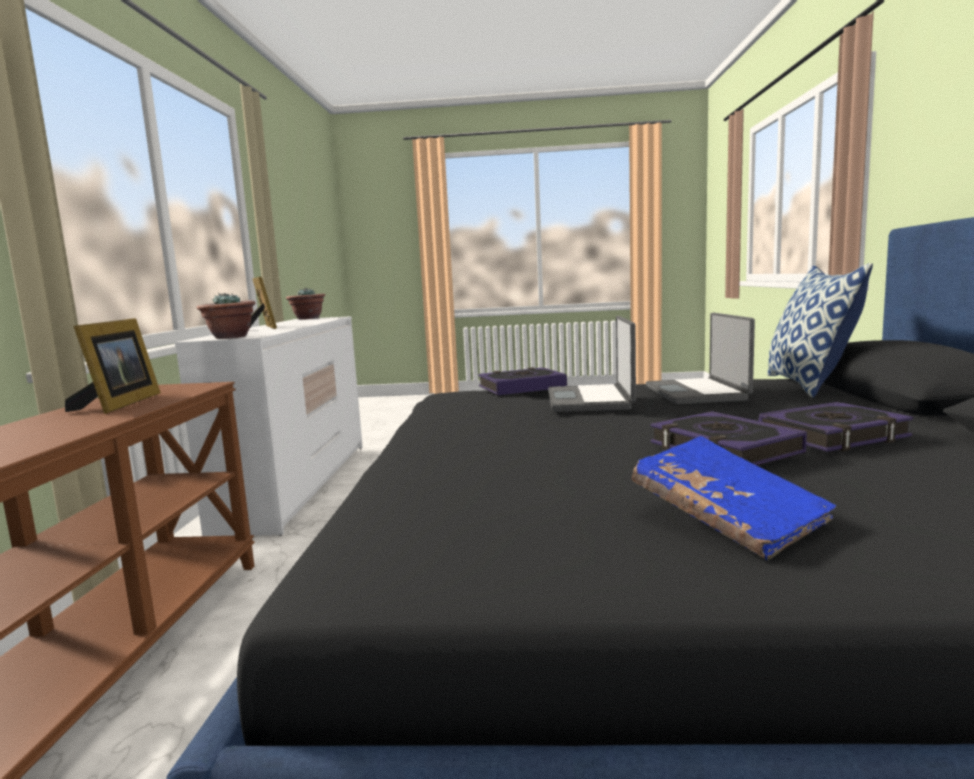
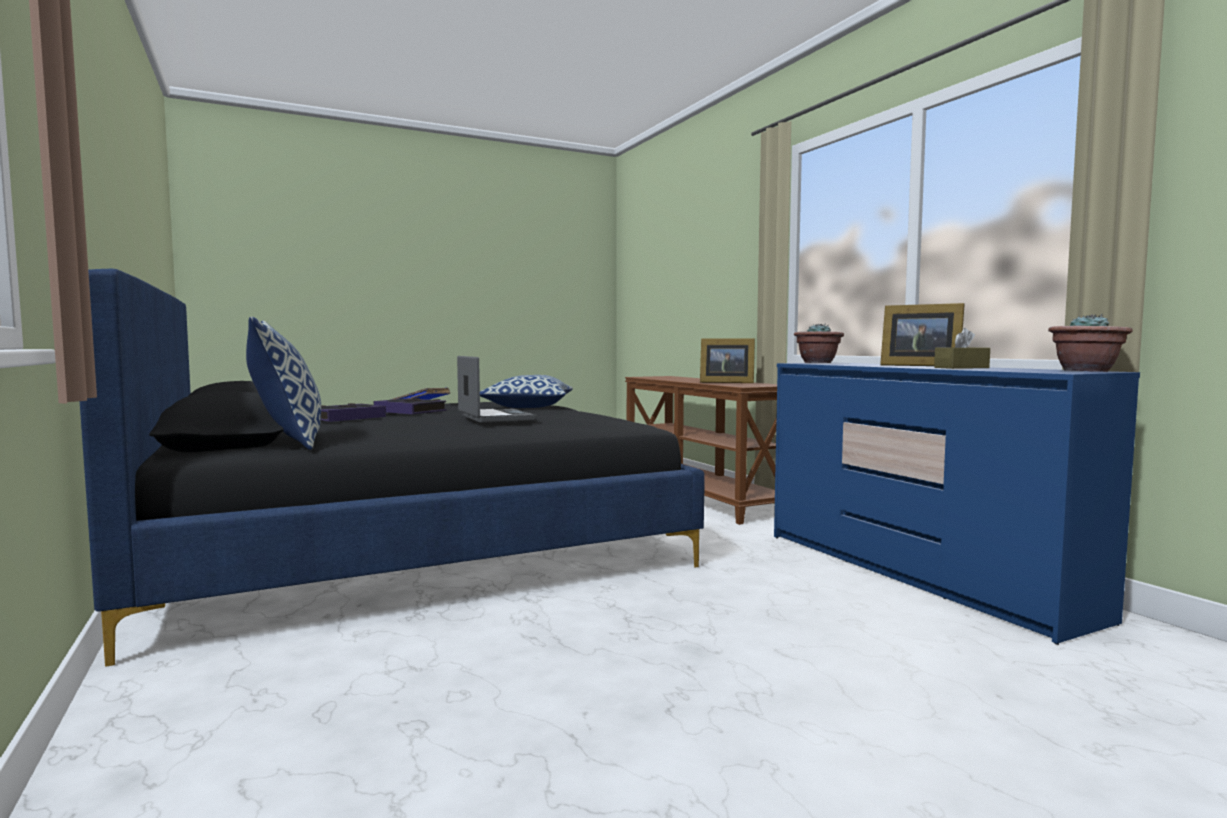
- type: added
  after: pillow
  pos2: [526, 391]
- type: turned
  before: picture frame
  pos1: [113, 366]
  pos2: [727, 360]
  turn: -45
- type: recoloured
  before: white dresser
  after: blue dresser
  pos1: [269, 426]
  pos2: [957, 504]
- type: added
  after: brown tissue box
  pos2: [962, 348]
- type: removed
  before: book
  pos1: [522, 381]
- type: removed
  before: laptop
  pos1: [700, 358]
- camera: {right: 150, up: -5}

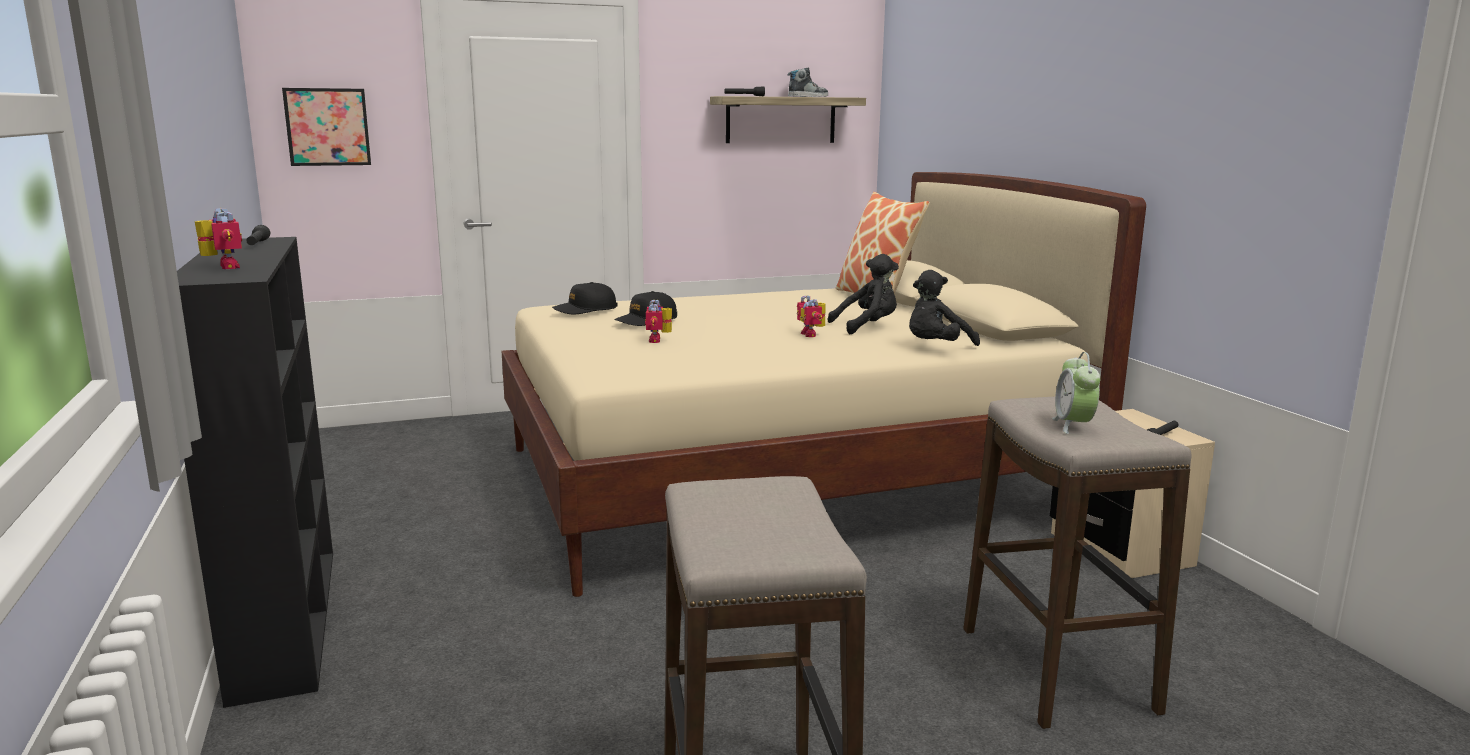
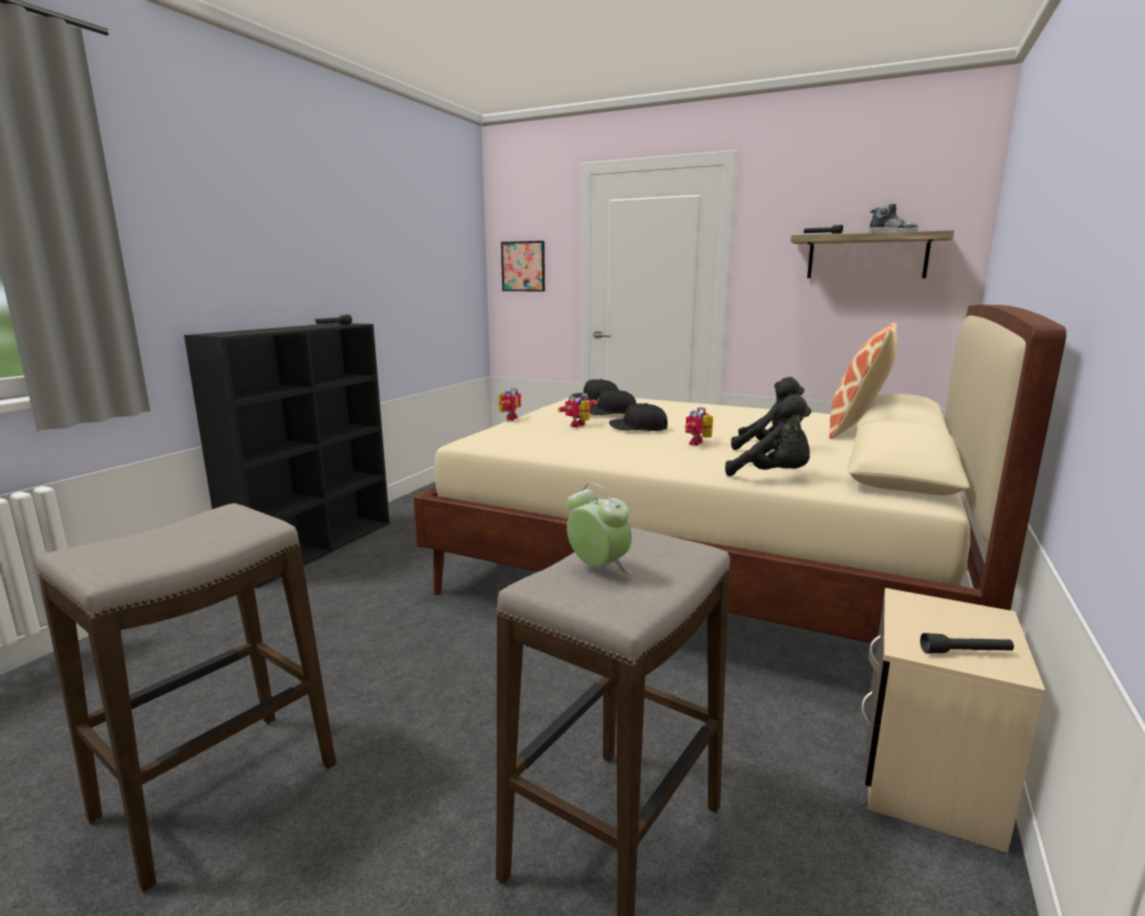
- type: moved
  before: toy robot
  pos1: [218, 238]
  pos2: [509, 404]
- type: turned
  before: alarm clock
  pos1: [1076, 393]
  pos2: [599, 528]
  turn: 90
- type: added
  after: black cap
  pos2: [638, 417]
- type: turned
  before: black plush toy
  pos1: [944, 308]
  pos2: [768, 435]
  turn: -150
- camera: {right: 45, up: 0}

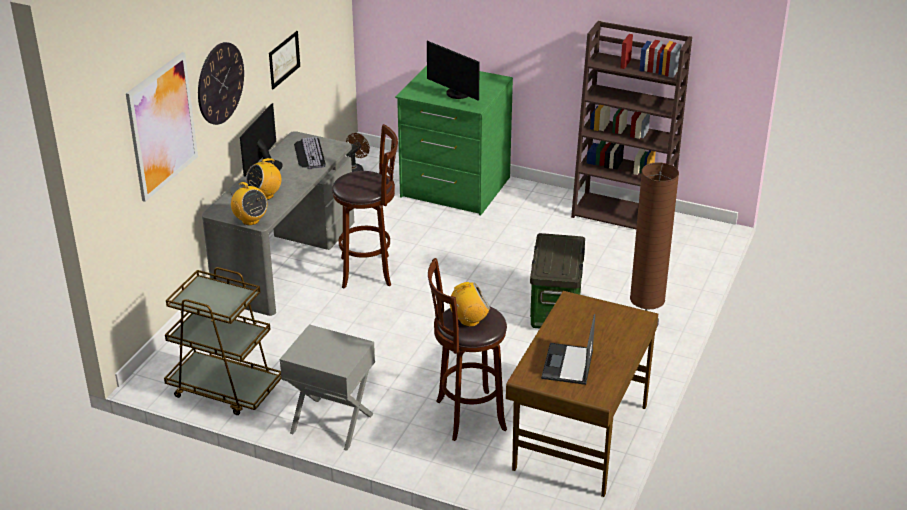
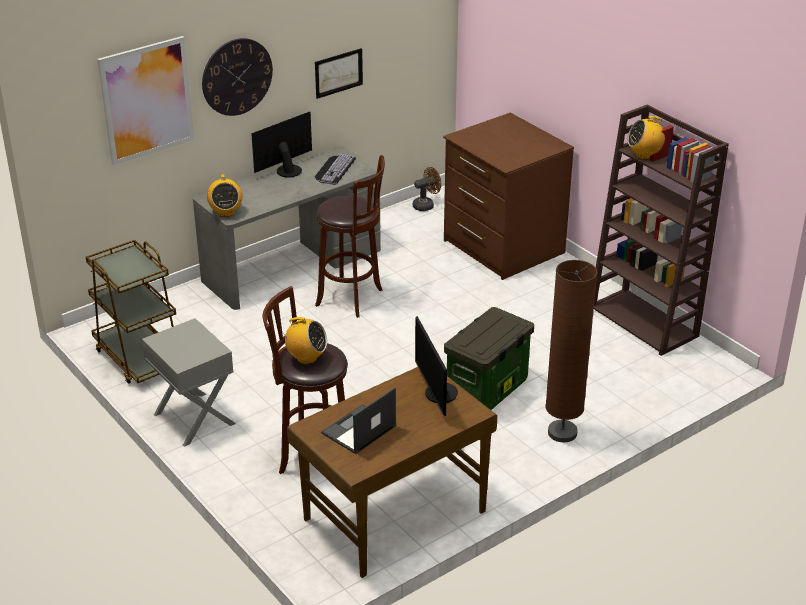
- type: moved
  before: monitor
  pos1: [453, 70]
  pos2: [436, 366]
- type: recoloured
  before: green dresser
  after: brown dresser
  pos1: [454, 140]
  pos2: [508, 196]
- type: moved
  before: radio
  pos1: [264, 178]
  pos2: [646, 138]
- camera: {right: 30, up: 0}

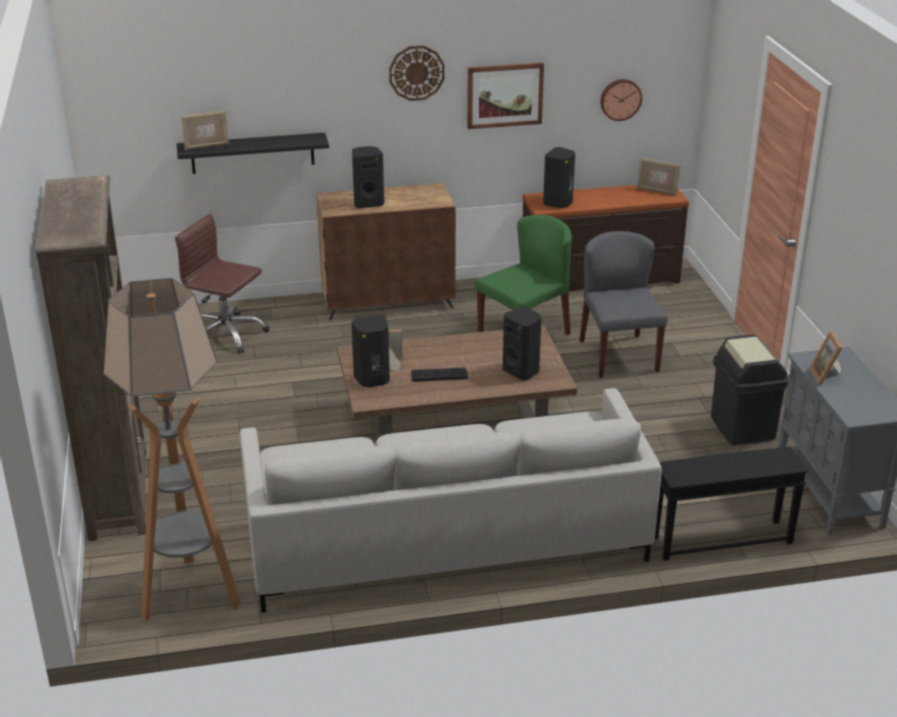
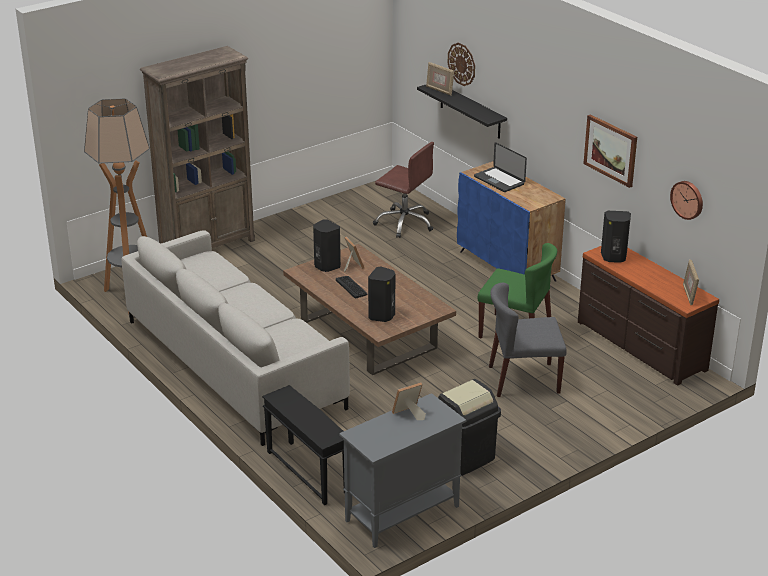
- type: turned
  before: brown office chair
  pos1: [222, 284]
  pos2: [403, 190]
  turn: 120
- type: moved
  before: wall clock
  pos1: [417, 73]
  pos2: [461, 64]
- type: recoloured
  before: brown cabinet
  after: blue cabinet
  pos1: [386, 251]
  pos2: [511, 221]
- type: replaced
  before: black speaker
  after: laptop
  pos1: [368, 177]
  pos2: [500, 167]
- type: turned
  before: grey chair
  pos1: [623, 304]
  pos2: [528, 340]
  turn: -150
- camera: {right: 65, up: 0}

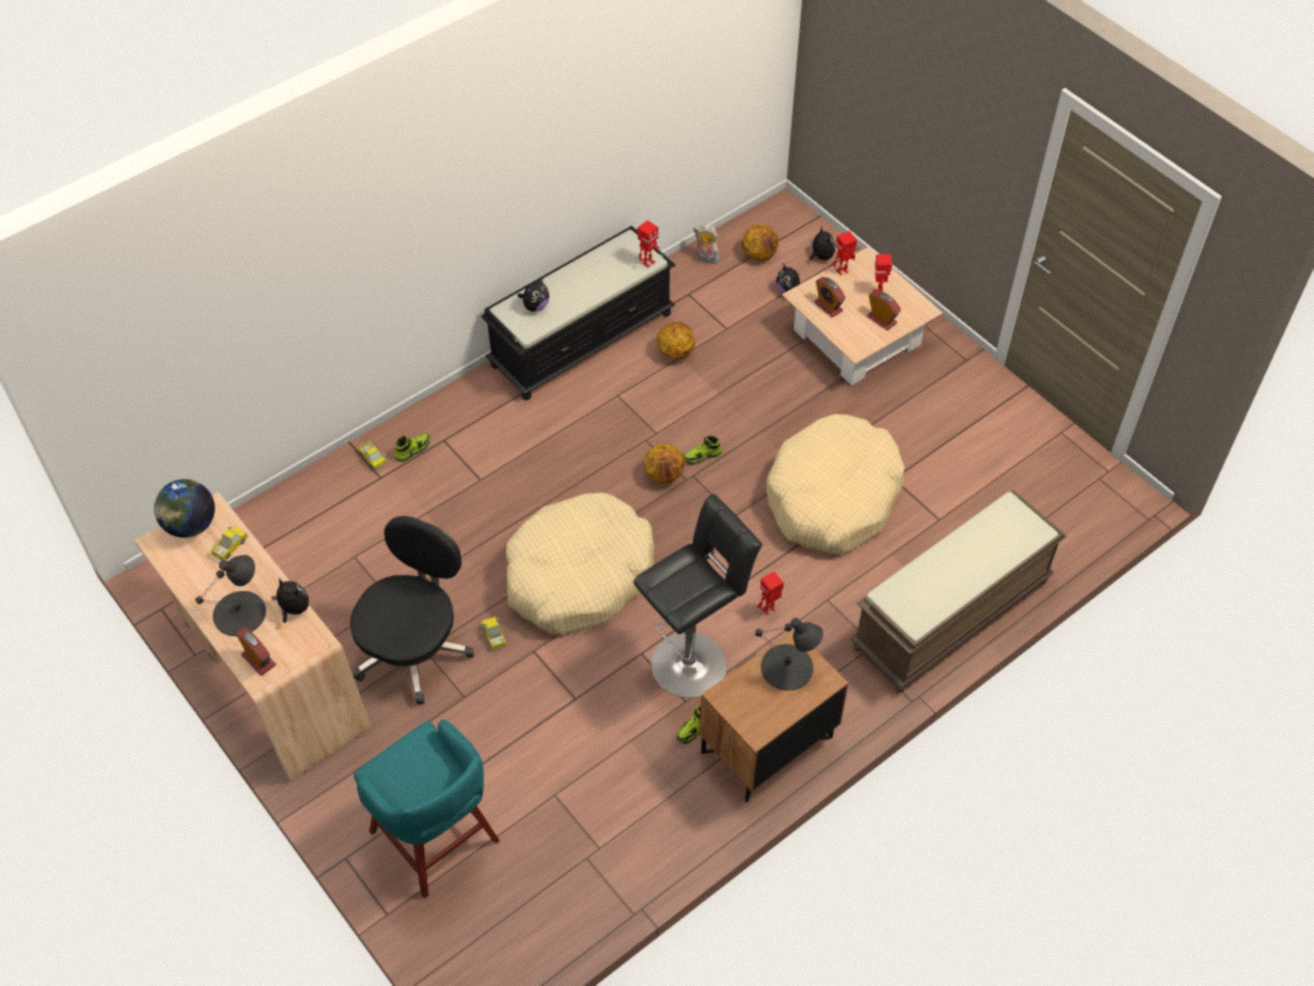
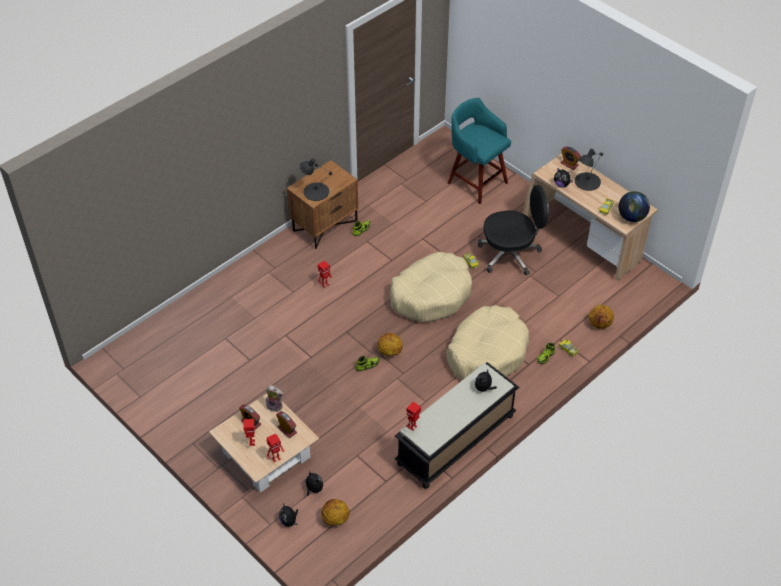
- type: moved
  before: plush toy
  pos1: [706, 244]
  pos2: [275, 398]
- type: moved
  before: beige dog bed
  pos1: [835, 484]
  pos2: [487, 342]
- type: turned
  before: black office chair
  pos1: [412, 610]
  pos2: [513, 230]
  turn: -120
- type: moved
  before: basketball
  pos1: [676, 341]
  pos2: [601, 317]
- type: removed
  before: black stool
  pos1: [698, 596]
- type: removed
  before: brown bench
  pos1: [958, 591]
- camera: {right: 175, up: -5}

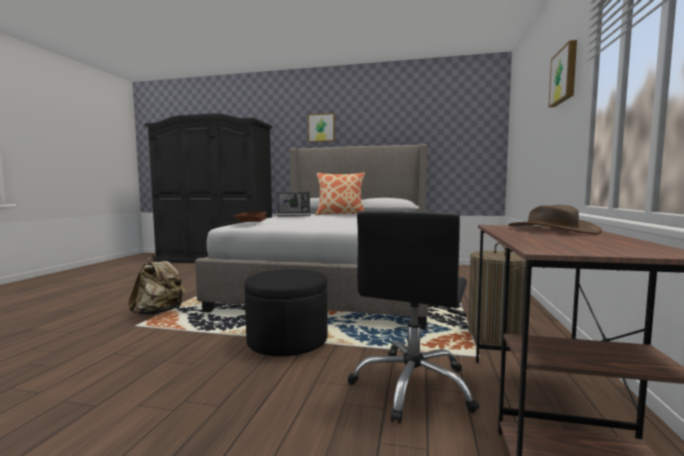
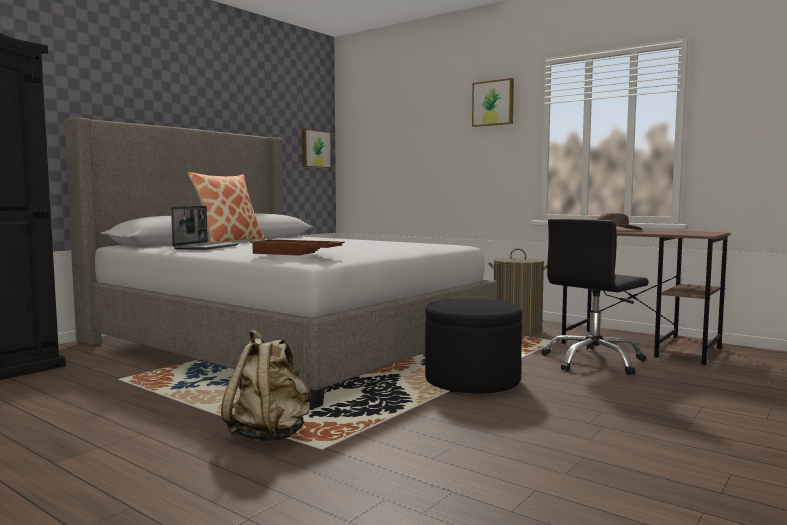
- type: moved
  before: picture
  pos1: [321, 127]
  pos2: [317, 148]
- type: turned
  before: black office chair
  pos1: [413, 317]
  pos2: [595, 296]
  turn: 90
- camera: {right: -65, up: 0}

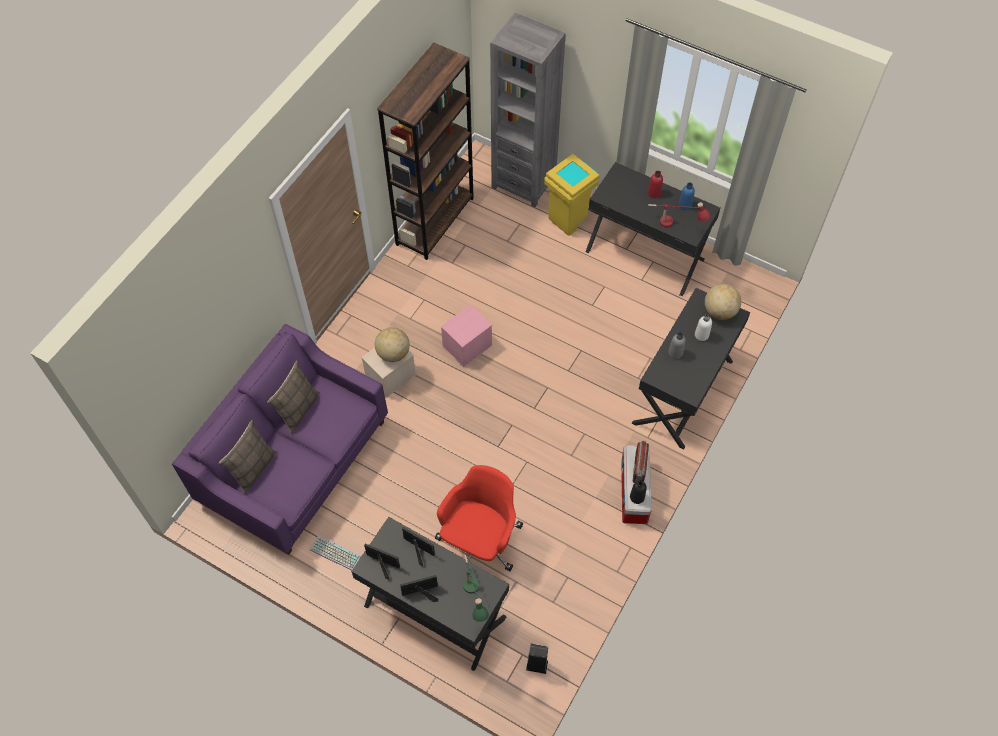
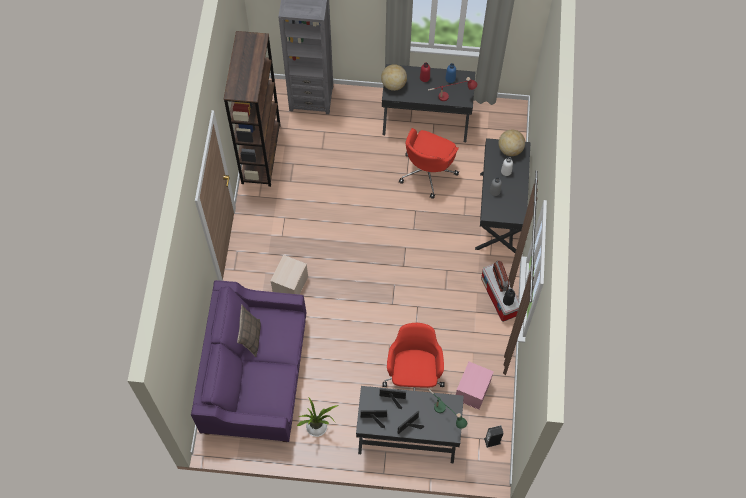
- type: replaced
  before: keyboard
  after: potted plant
  pos1: [335, 552]
  pos2: [318, 417]
- type: moved
  before: globe
  pos1: [392, 344]
  pos2: [394, 77]
- type: added
  after: red office chair
  pos2: [429, 163]
- type: moved
  before: pink storage box
  pos1: [466, 336]
  pos2: [475, 386]
- type: removed
  before: pillow
  pos1: [248, 457]
- type: removed
  before: yellow trash can
  pos1: [572, 195]
- camera: {right: -25, up: 5}

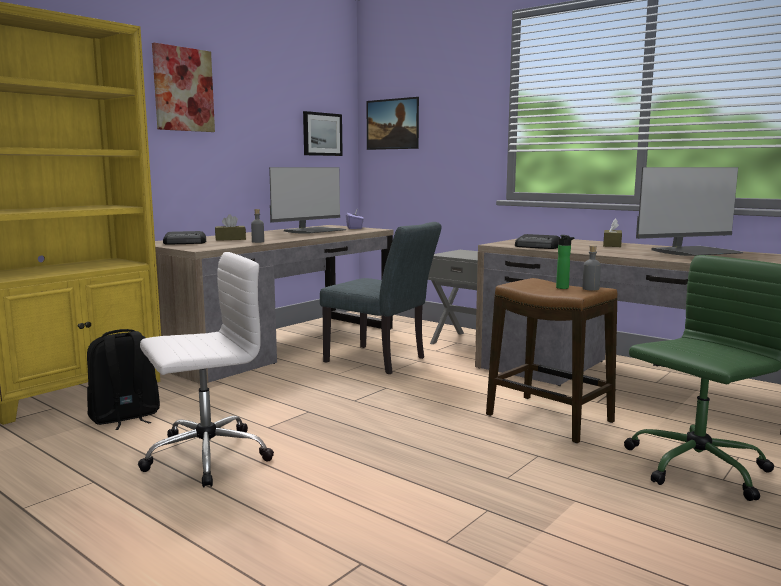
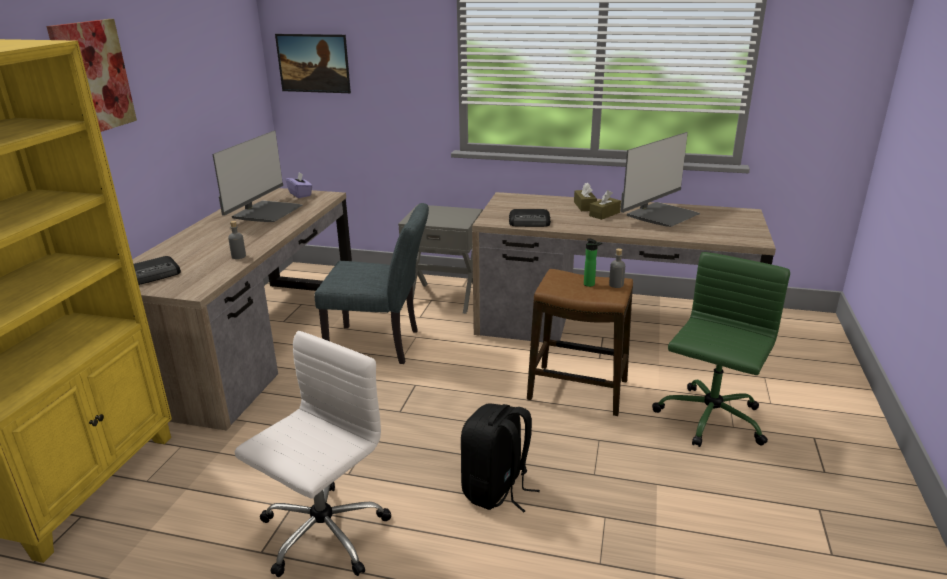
- type: moved
  before: black backpack
  pos1: [123, 379]
  pos2: [500, 458]
- type: moved
  before: brown tissue box
  pos1: [230, 227]
  pos2: [605, 205]
- type: removed
  before: picture
  pos1: [323, 133]
- camera: {right: -25, up: 15}

